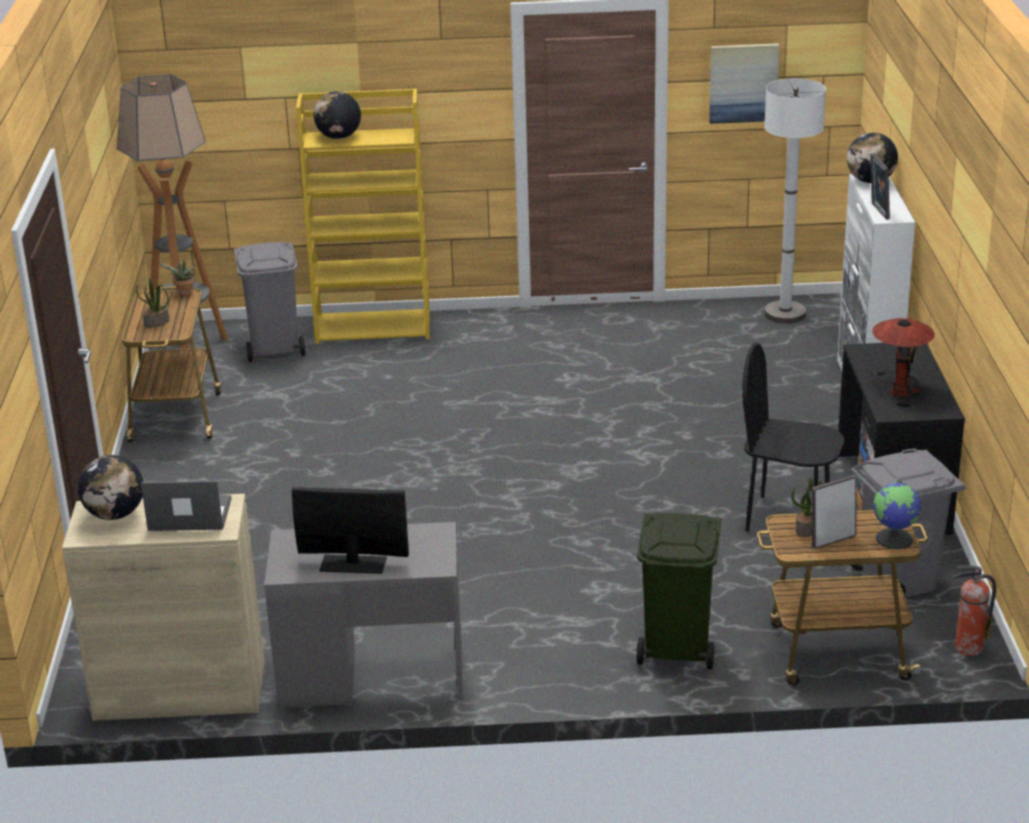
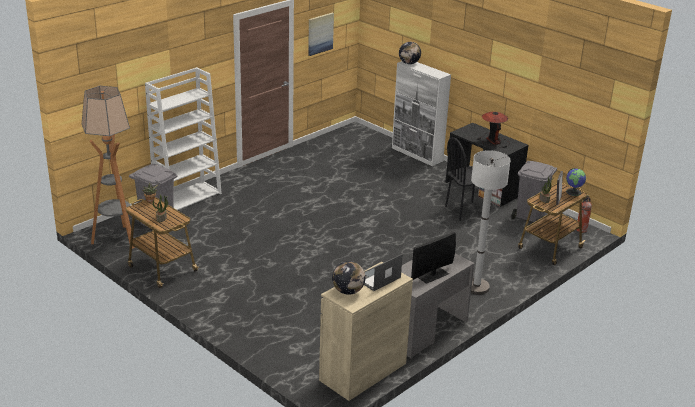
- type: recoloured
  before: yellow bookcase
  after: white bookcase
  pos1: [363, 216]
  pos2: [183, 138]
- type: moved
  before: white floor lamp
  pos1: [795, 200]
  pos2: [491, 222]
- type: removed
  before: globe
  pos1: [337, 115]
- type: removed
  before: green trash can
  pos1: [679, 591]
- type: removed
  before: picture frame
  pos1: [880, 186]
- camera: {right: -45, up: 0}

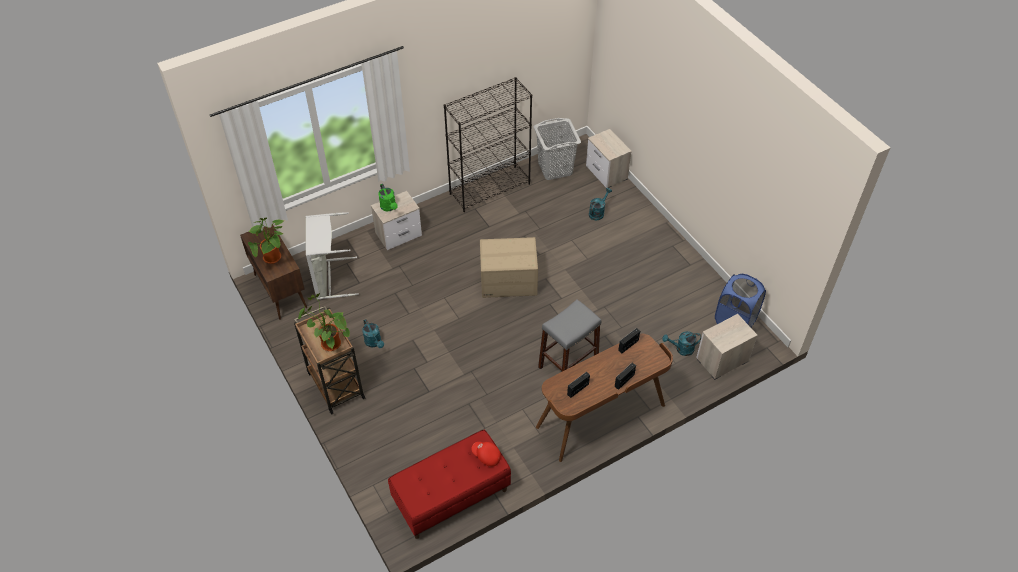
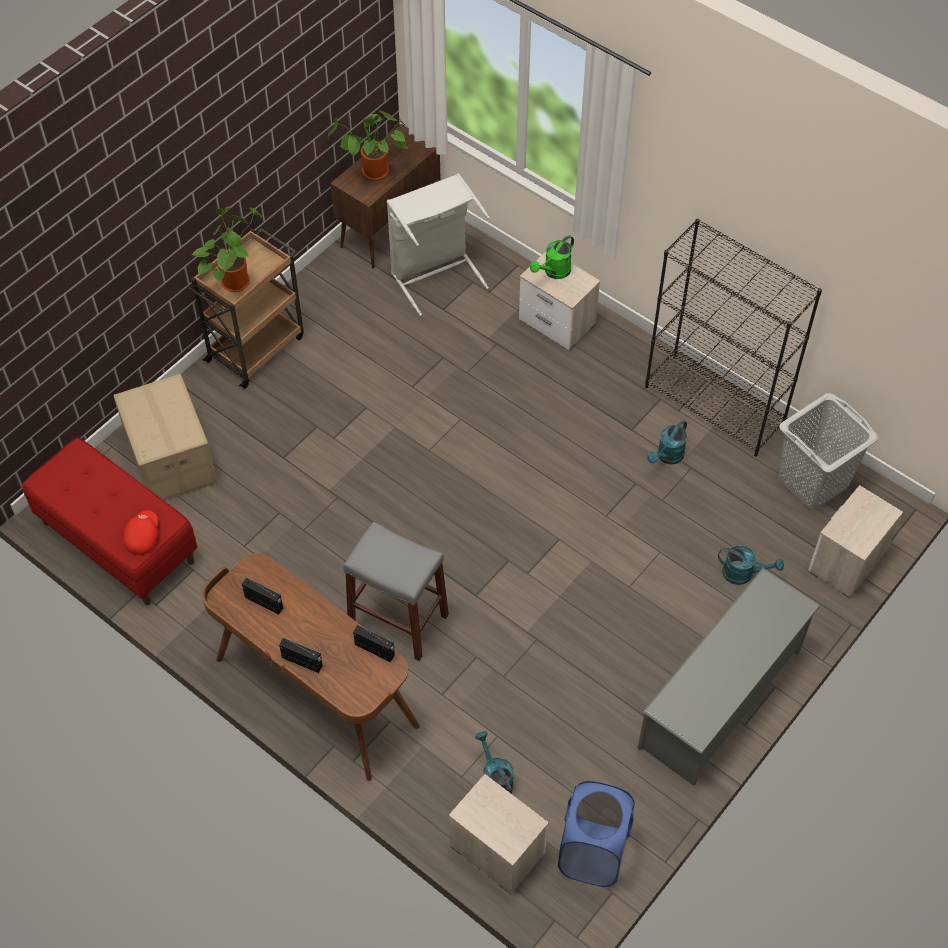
- type: moved
  before: cardboard box
  pos1: [509, 267]
  pos2: [165, 437]
- type: added
  after: grey shoe rack
  pos2: [728, 677]
- type: moved
  before: turquoise watering can
  pos1: [373, 333]
  pos2: [667, 442]
- camera: {right: 70, up: 5}

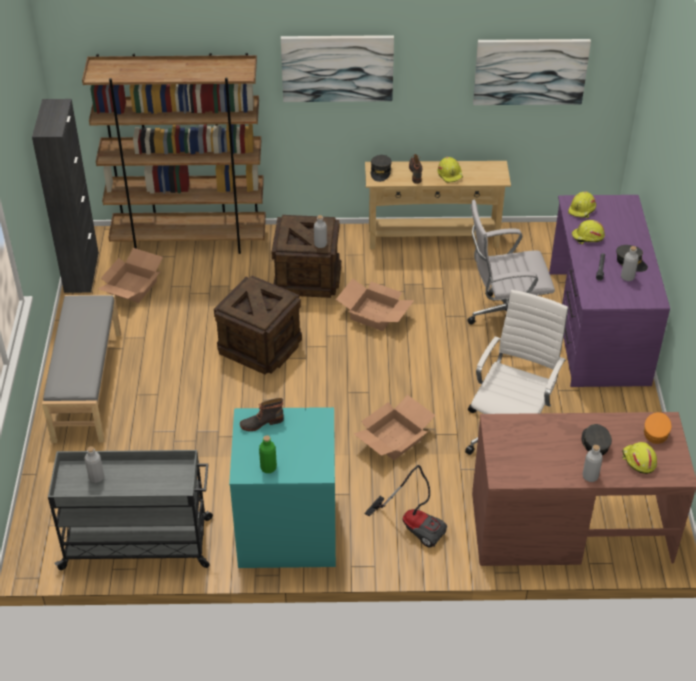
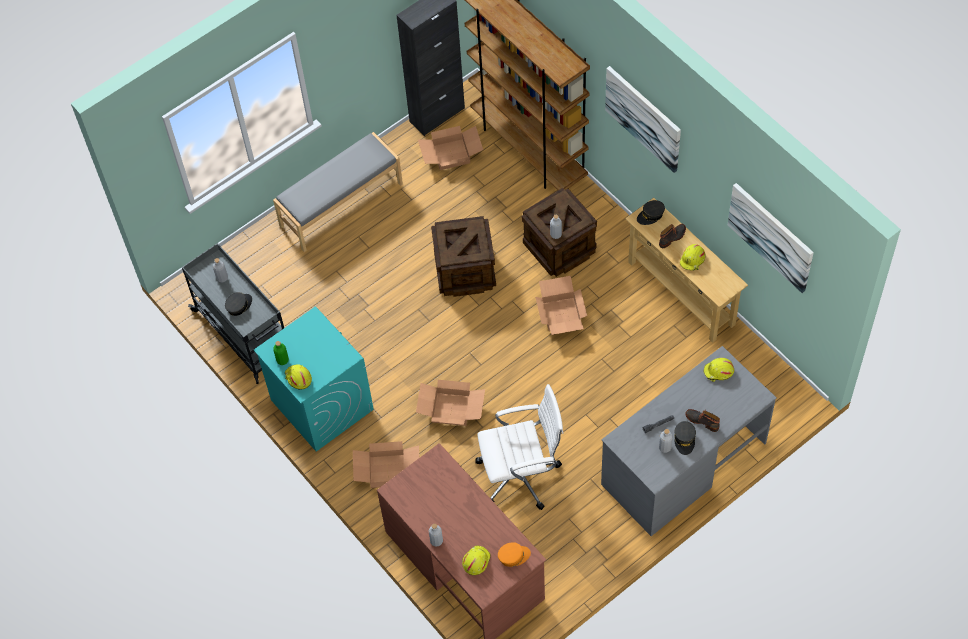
- type: moved
  before: grey cap
  pos1: [597, 439]
  pos2: [238, 304]
- type: moved
  before: yellow hard hat
  pos1: [588, 232]
  pos2: [298, 377]
- type: replaced
  before: vacuum cleaner
  after: cardboard box
  pos1: [406, 506]
  pos2: [386, 464]
- type: recoloured
  before: purple desk
  after: grey desk
  pos1: [609, 291]
  pos2: [689, 441]
- type: moved
  before: boot
  pos1: [262, 414]
  pos2: [702, 420]
- type: removed
  before: white office chair
  pos1: [511, 262]
- camera: {right: 55, up: 15}

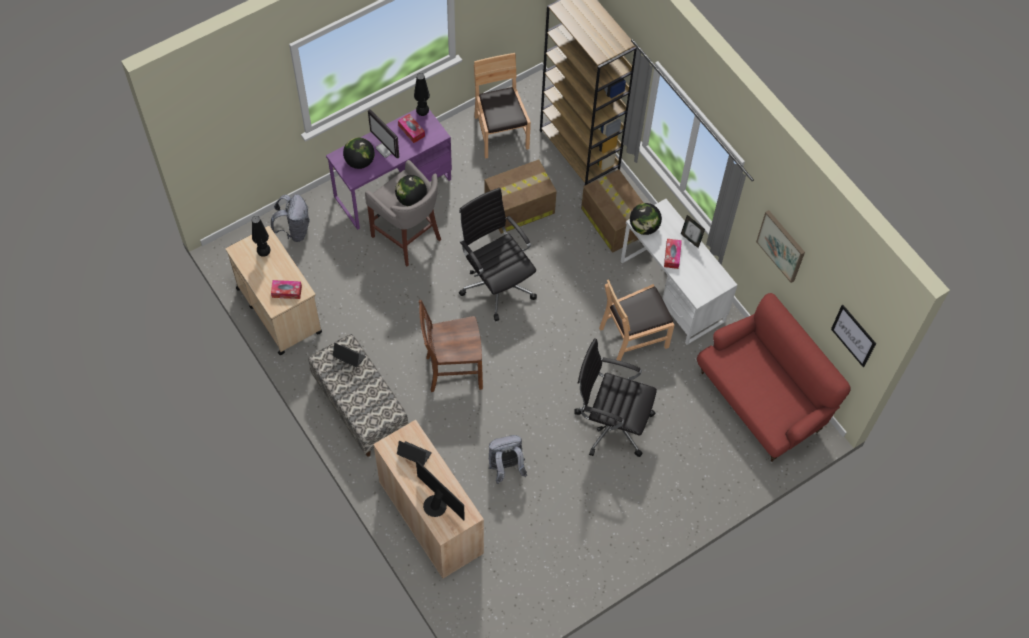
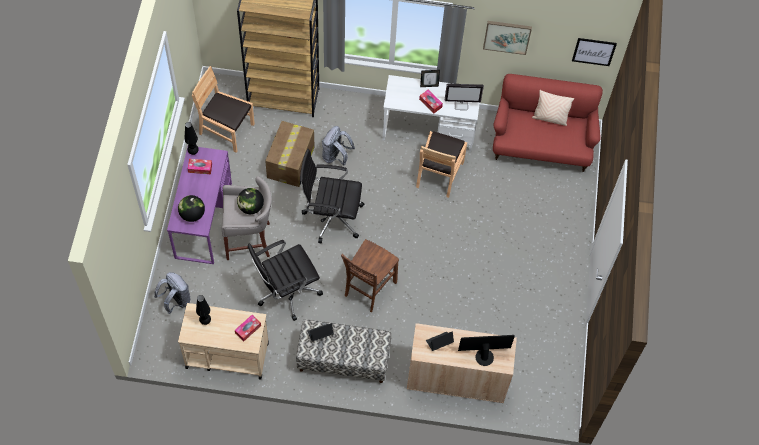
- type: moved
  before: black office chair
  pos1: [615, 397]
  pos2: [285, 280]
- type: moved
  before: grey backpack
  pos1: [507, 459]
  pos2: [338, 146]
- type: moved
  before: monitor
  pos1: [383, 134]
  pos2: [464, 97]
- type: added
  after: beige pillow
  pos2: [553, 108]
- type: removed
  before: cardboard box
  pos1: [612, 211]
- type: removed
  before: globe
  pos1: [646, 219]
- camera: {right: -50, up: 0}

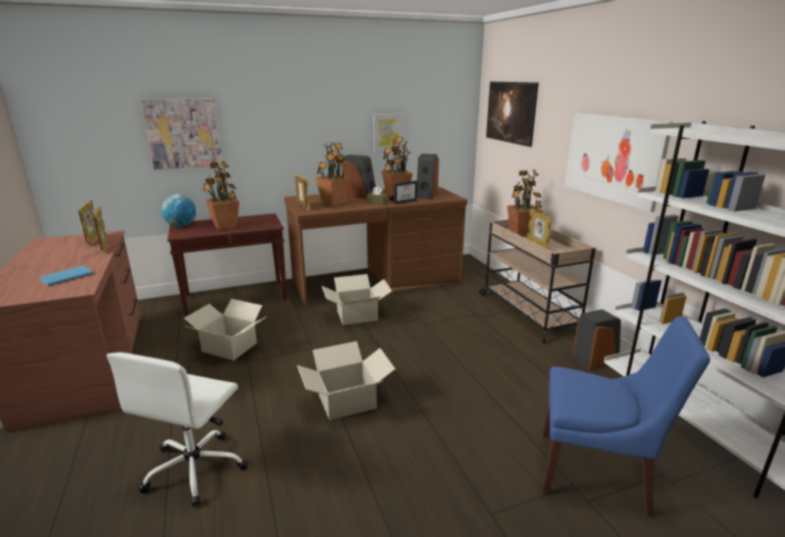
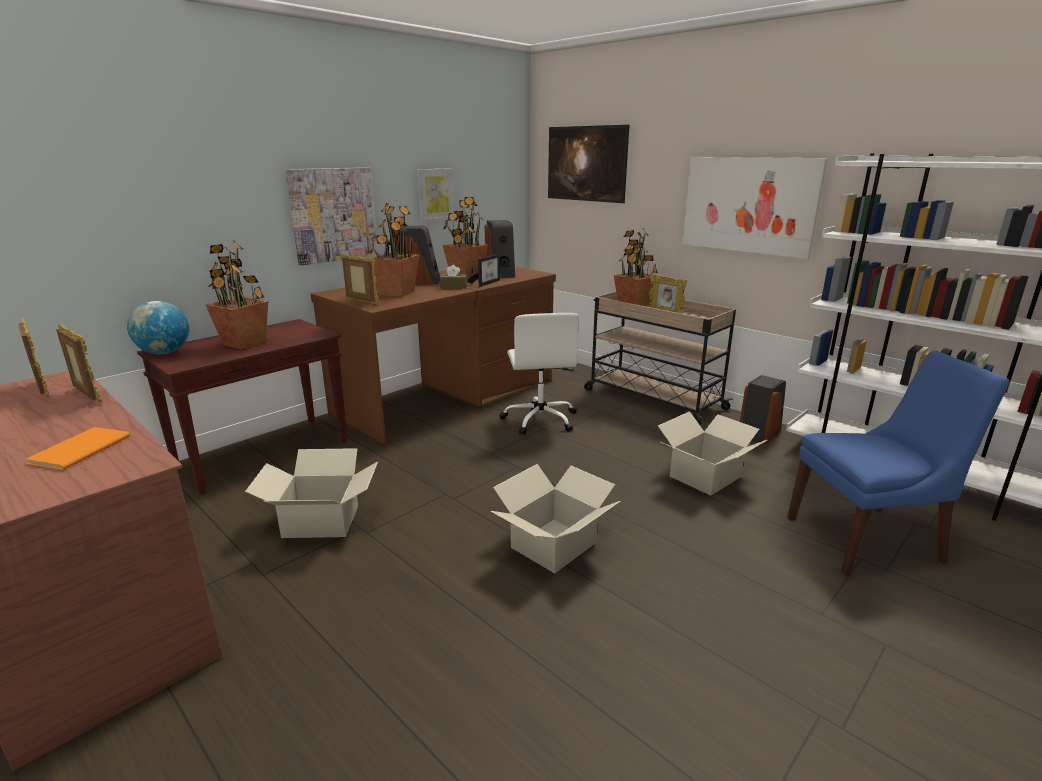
- type: recoloured
  before: blue book
  after: orange book
  pos1: [67, 276]
  pos2: [78, 448]
- type: moved
  before: picture
  pos1: [182, 133]
  pos2: [332, 216]
- type: moved
  before: white office chair
  pos1: [177, 429]
  pos2: [539, 374]
- type: moved
  before: cardboard box
  pos1: [357, 299]
  pos2: [712, 453]
- camera: {right: -25, up: 0}

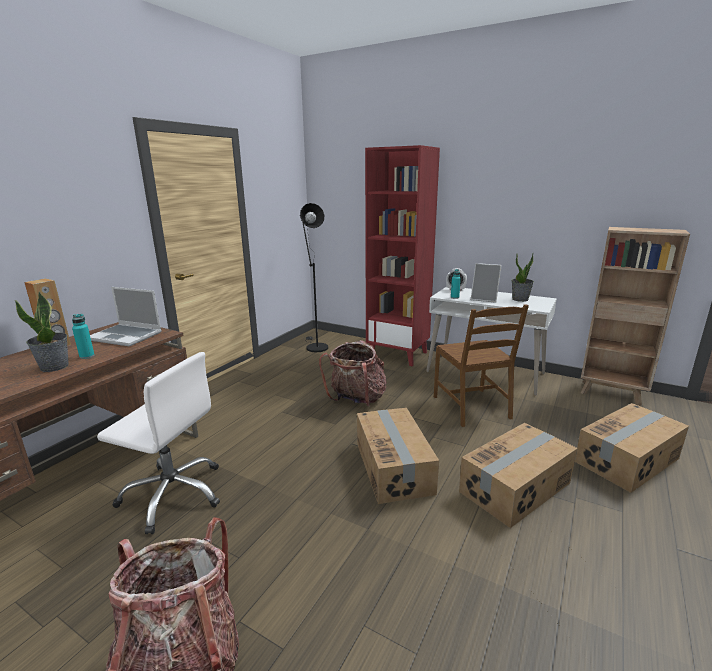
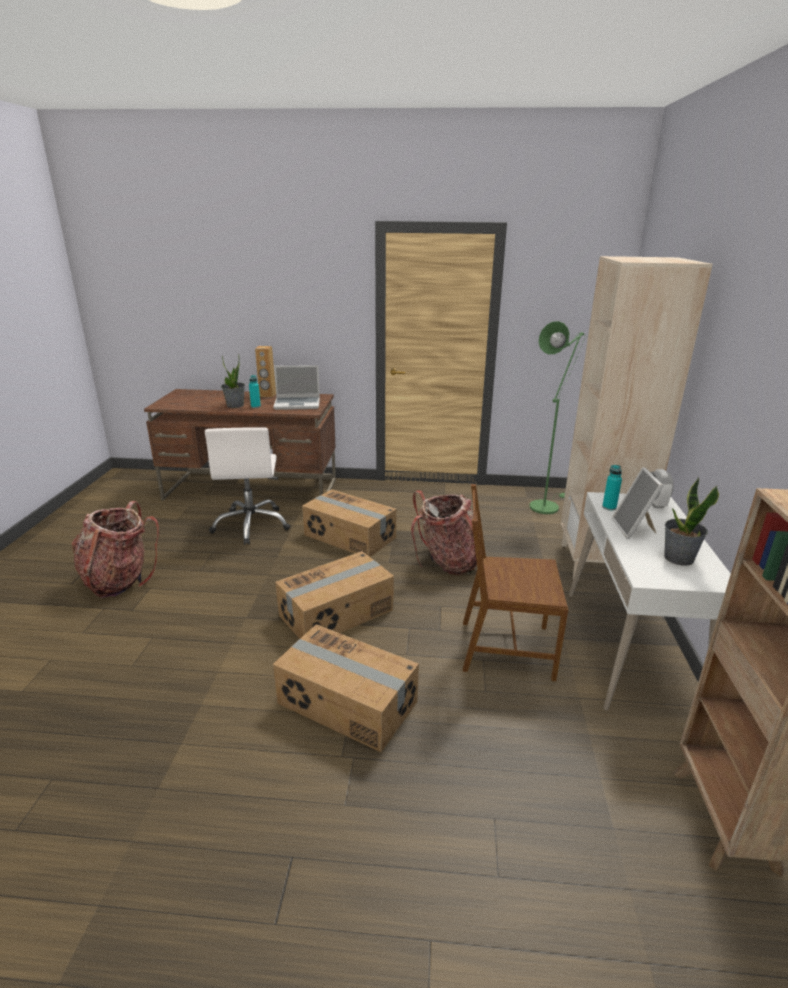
- type: turned
  before: laptop
  pos1: [126, 317]
  pos2: [296, 387]
  turn: -90
- type: moved
  before: cardboard box
  pos1: [632, 448]
  pos2: [349, 523]
- type: turned
  before: brown chair
  pos1: [481, 365]
  pos2: [515, 582]
  turn: 45
- type: recoloured
  before: black floor lamp
  after: green floor lamp
  pos1: [314, 277]
  pos2: [558, 417]
- type: recoloured
  before: red bookcase
  after: beige bookcase
  pos1: [402, 255]
  pos2: [637, 418]
- camera: {right: 65, up: 5}

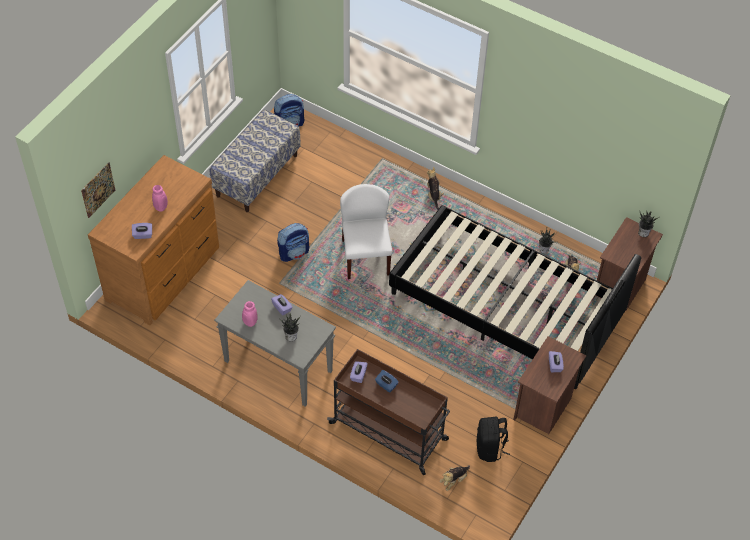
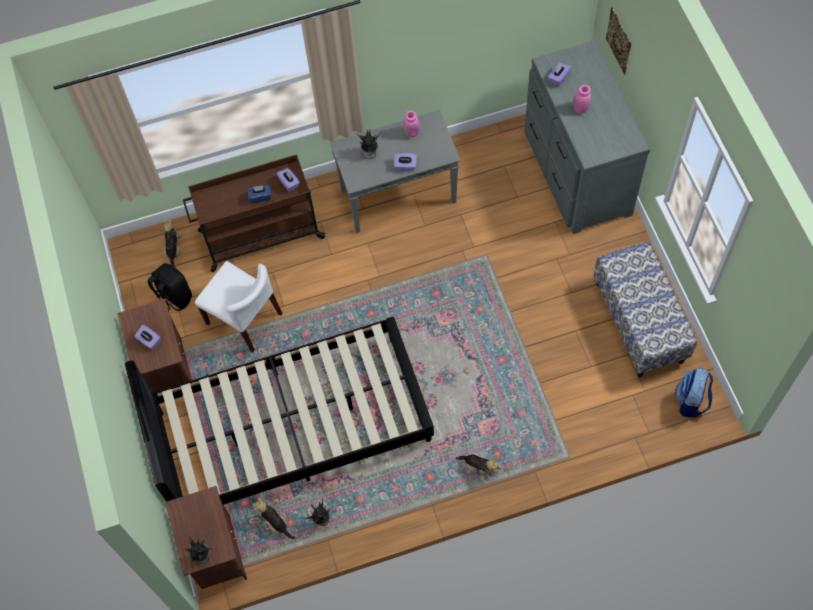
- type: moved
  before: white chair
  pos1: [366, 231]
  pos2: [239, 306]
- type: recoloured
  before: brown dresser
  after: grey dresser
  pos1: [153, 240]
  pos2: [587, 137]
- type: removed
  before: backpack
  pos1: [293, 242]
- camera: {right: 135, up: 10}

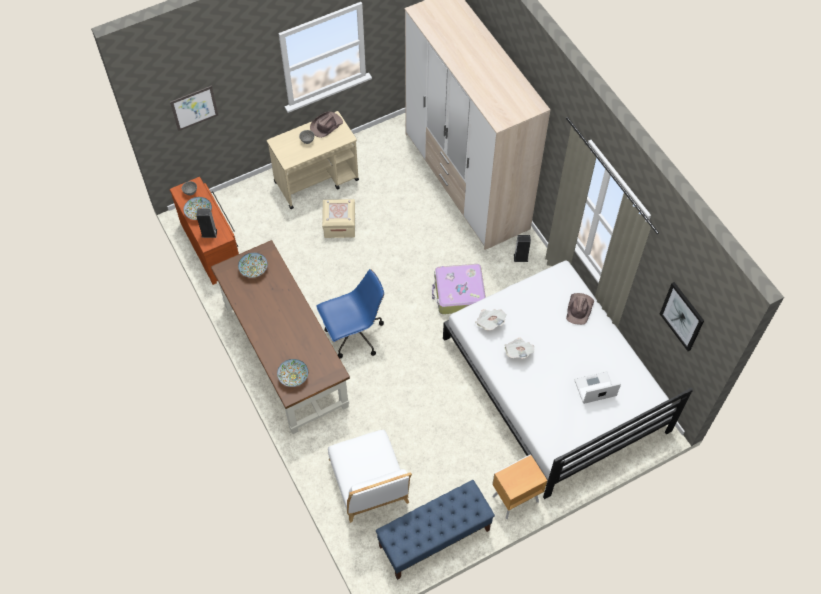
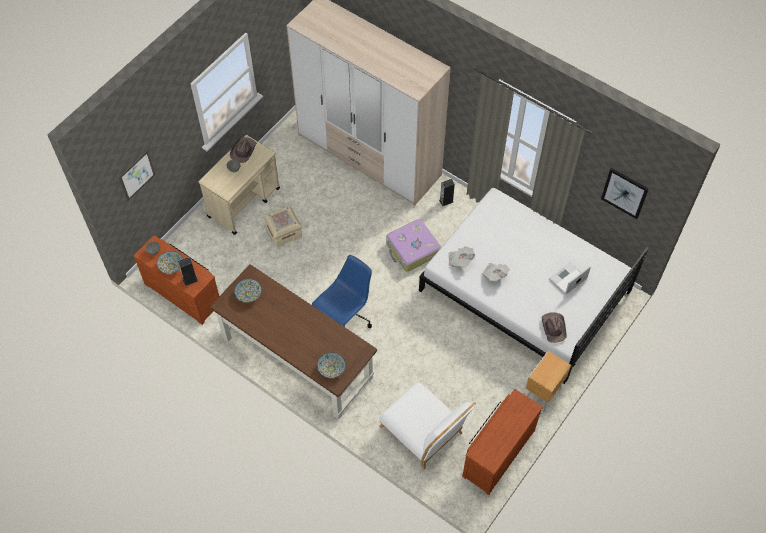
- type: replaced
  before: blue bench
  after: brown dresser
  pos1: [435, 530]
  pos2: [502, 442]
- type: moved
  before: brown hat
  pos1: [580, 309]
  pos2: [554, 327]
- camera: {right: -25, up: 0}

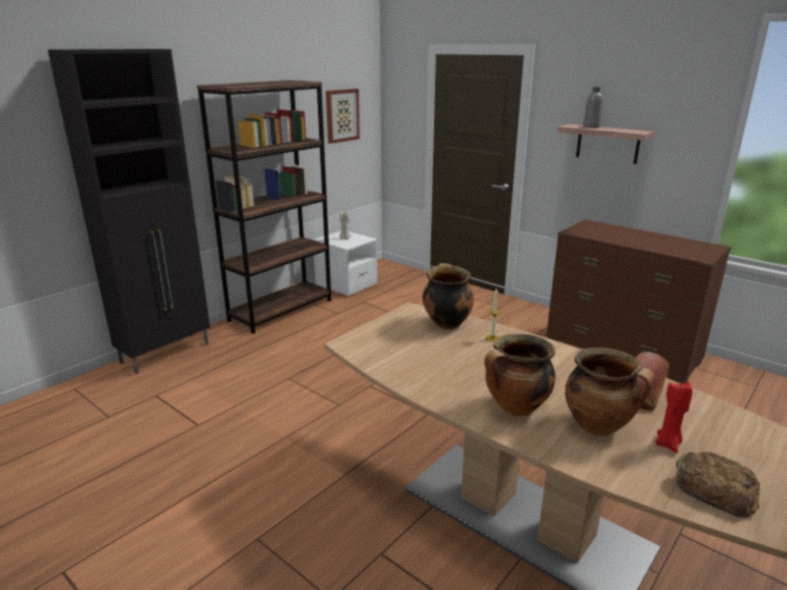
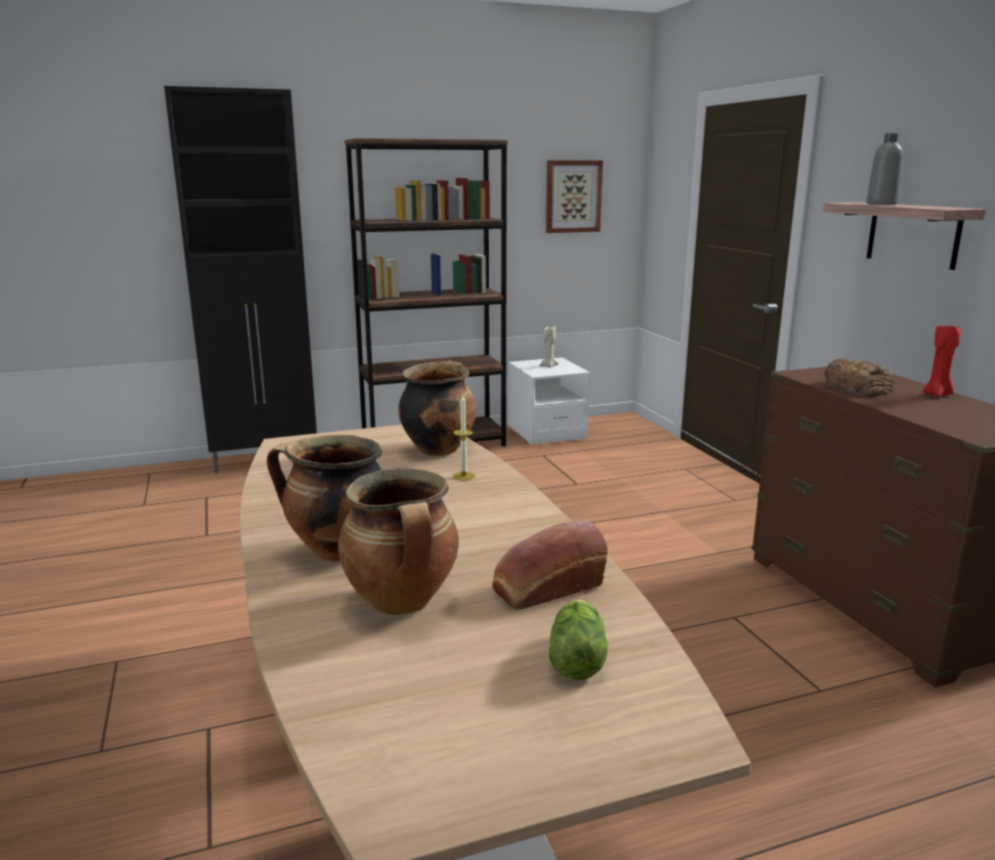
- type: added
  after: lettuce
  pos2: [578, 640]
- type: moved
  before: bread
  pos1: [718, 484]
  pos2: [860, 377]
- type: moved
  before: red candle
  pos1: [673, 417]
  pos2: [942, 360]
- camera: {right: 30, up: -5}

